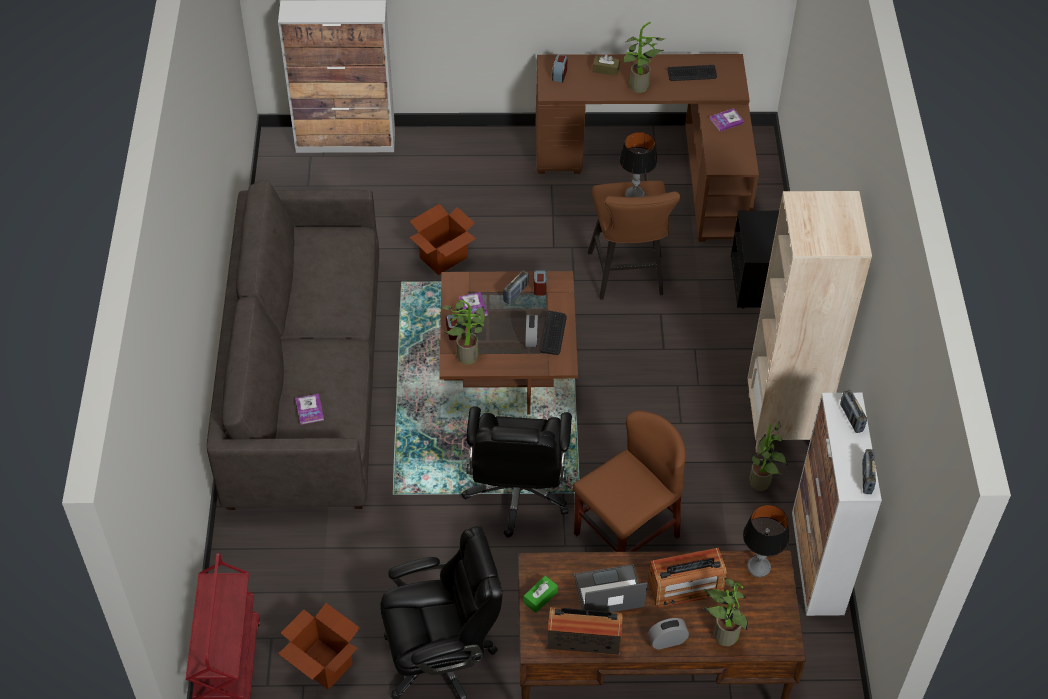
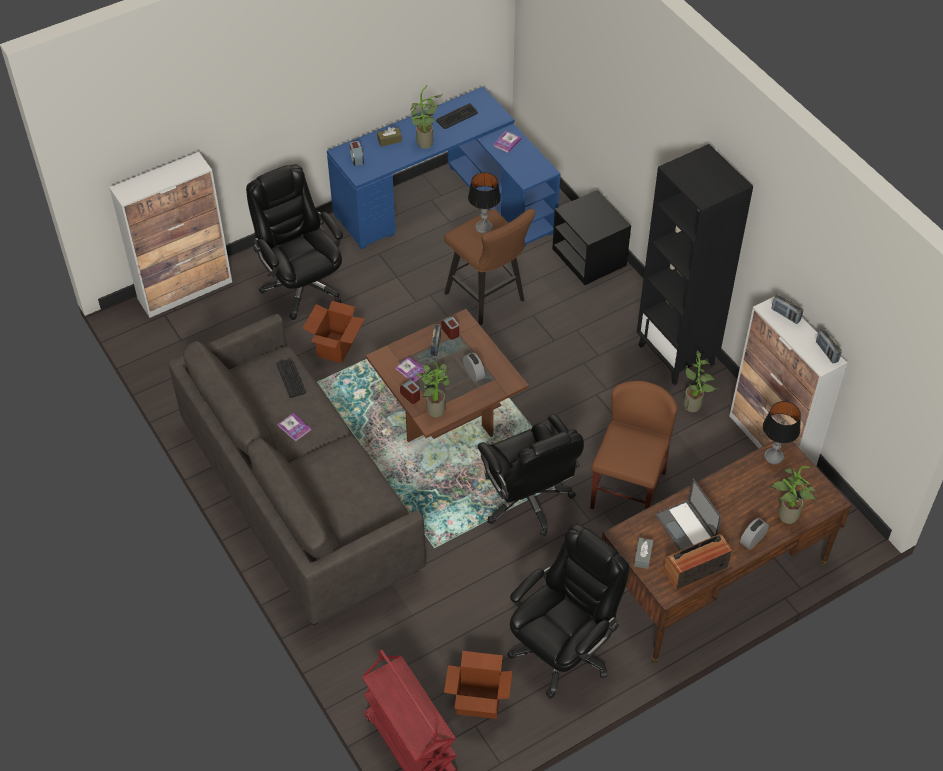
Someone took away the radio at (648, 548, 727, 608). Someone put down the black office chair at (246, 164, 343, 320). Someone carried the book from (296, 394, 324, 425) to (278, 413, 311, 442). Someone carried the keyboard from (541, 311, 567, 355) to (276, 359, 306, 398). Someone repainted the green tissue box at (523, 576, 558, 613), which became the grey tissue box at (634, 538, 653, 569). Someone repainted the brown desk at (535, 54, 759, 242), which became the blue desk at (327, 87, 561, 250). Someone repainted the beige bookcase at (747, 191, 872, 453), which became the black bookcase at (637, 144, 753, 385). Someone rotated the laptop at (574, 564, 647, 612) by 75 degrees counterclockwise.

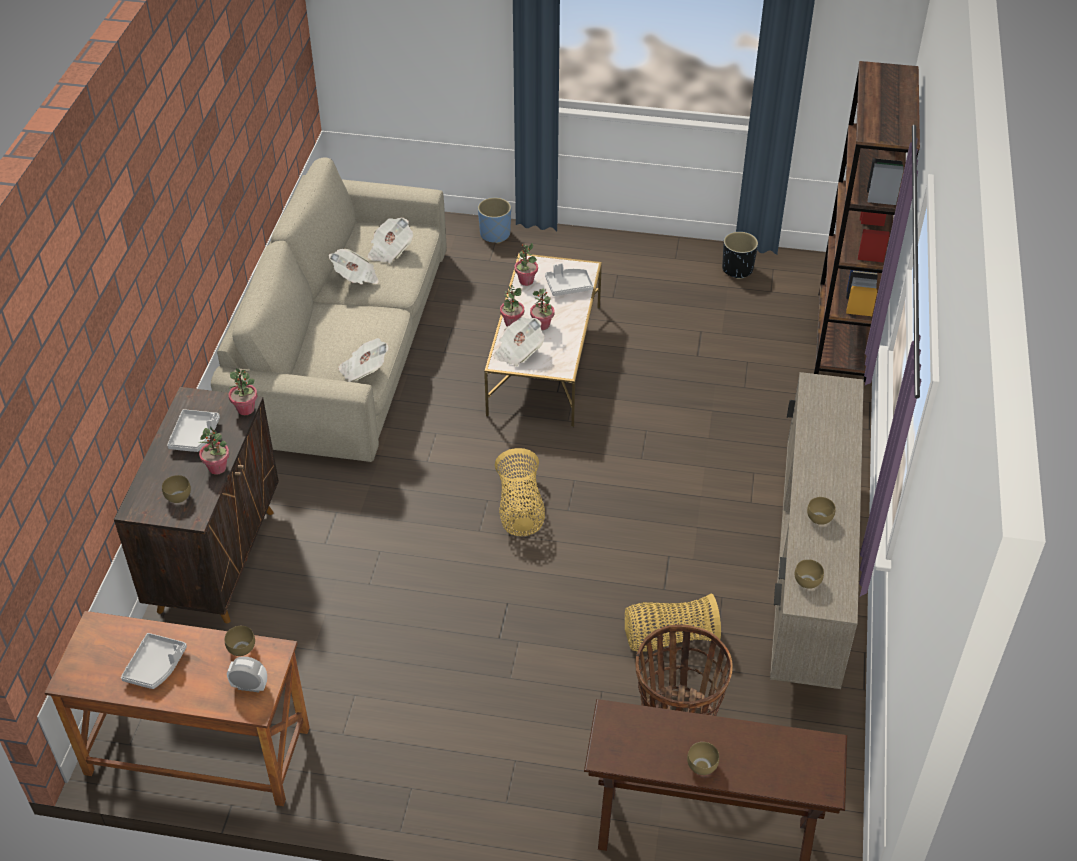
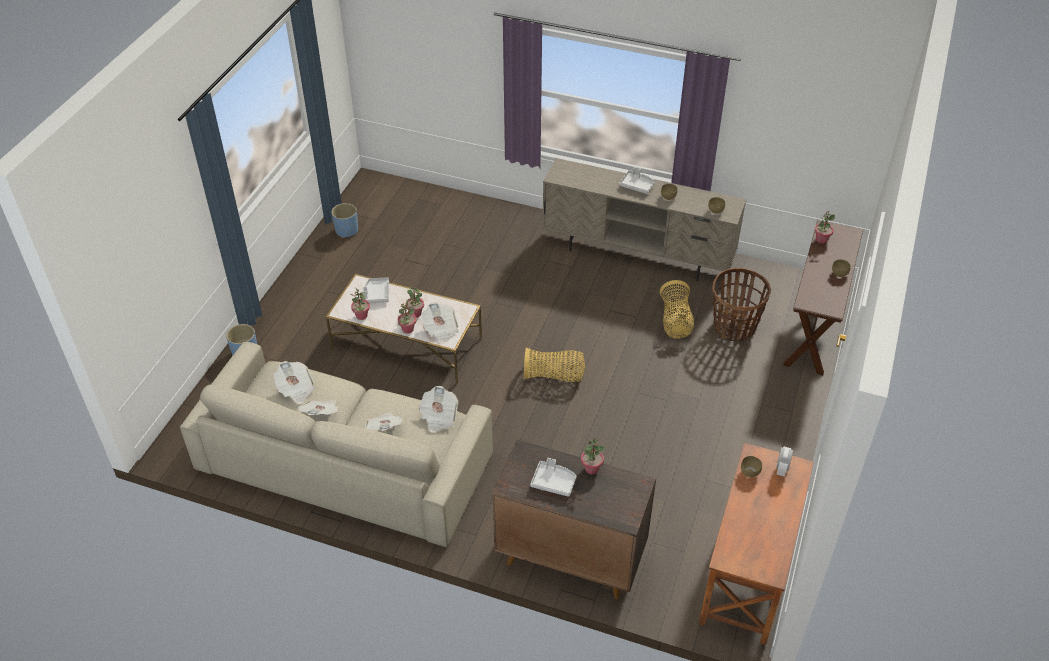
Someone took away the brown bowl at (162, 475, 191, 503). Someone took away the brown bookcase at (814, 61, 920, 382). Someone put down the newspaper at (364, 412, 404, 431). Someone carried the grey tray from (121, 633, 187, 689) to (619, 167, 655, 194). Someone carried the potted plant from (229, 368, 257, 415) to (815, 211, 835, 244). Someone repainted the black planter at (722, 232, 758, 279), which became the blue planter at (331, 203, 358, 238).

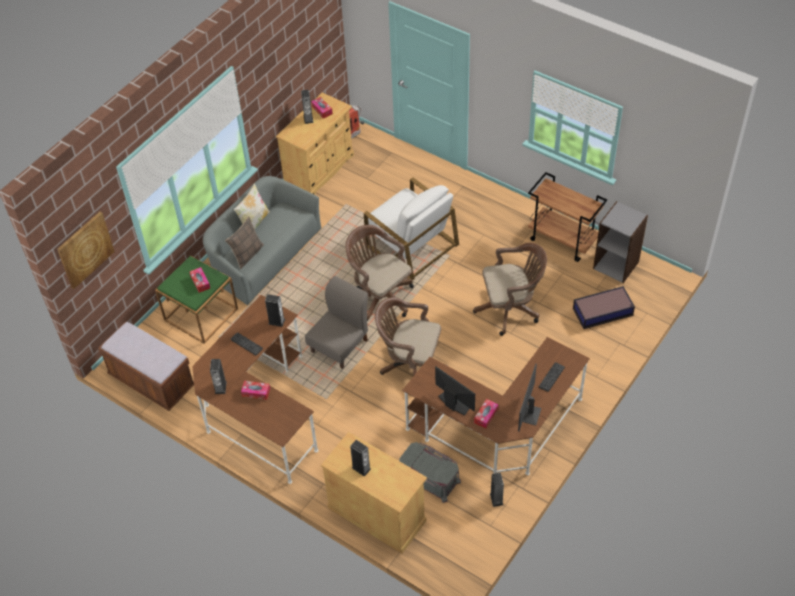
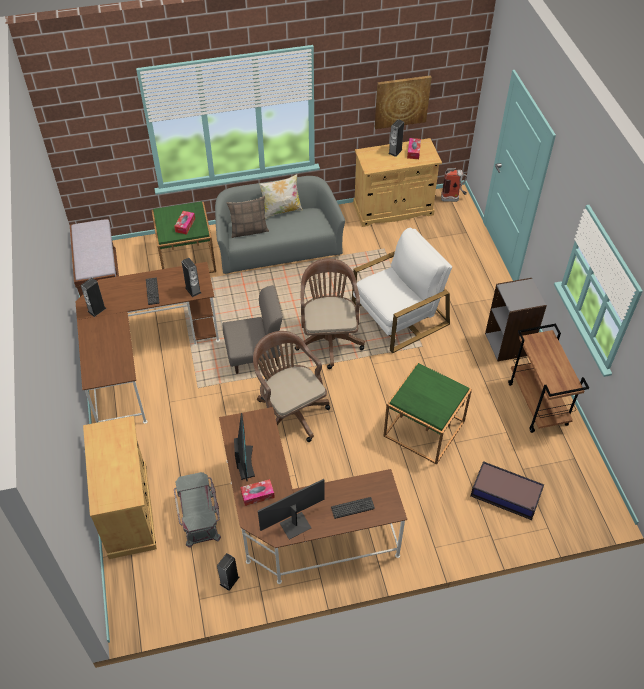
Someone took away the tissue box at (241, 381, 270, 400). Someone took away the speaker at (350, 440, 371, 477). Someone carried the picture from (57, 212, 115, 289) to (375, 75, 432, 129). Someone carried the grey bookcase from (593, 201, 648, 283) to (485, 278, 547, 361). Someone swapped the brown office chair at (473, 243, 547, 336) for the green side table at (384, 363, 472, 464). Someone rotated the white armchair at (364, 177, 459, 281) by 120 degrees counterclockwise.

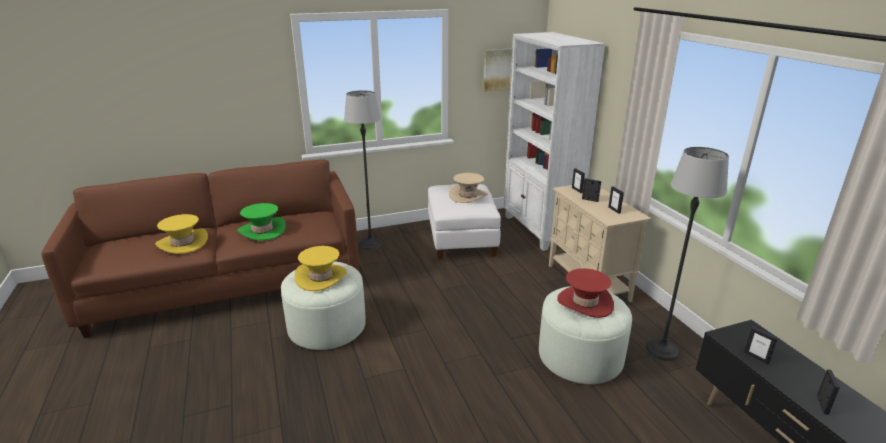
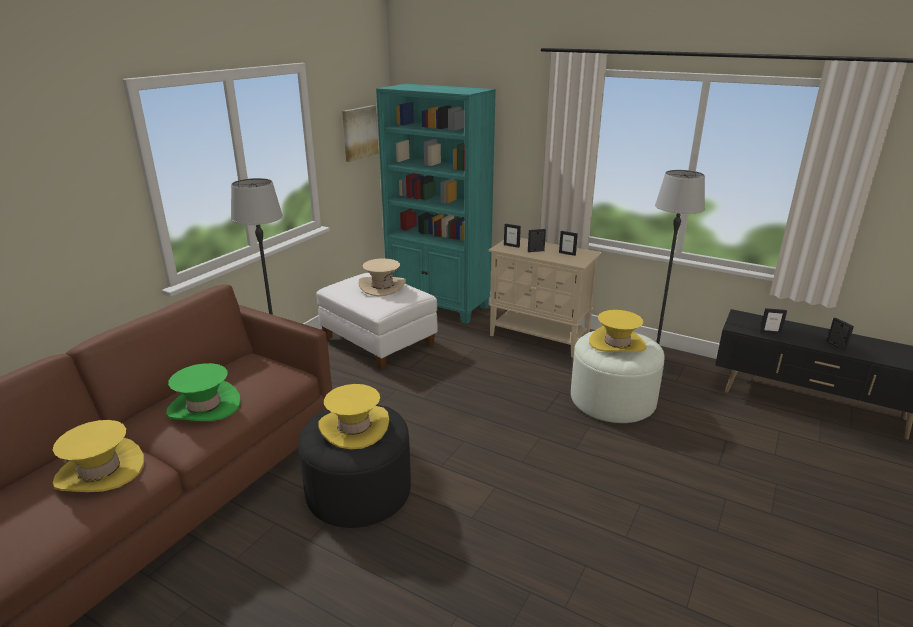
Someone repainted the white ottoman at (281, 261, 366, 350), which became the black ottoman at (298, 404, 411, 528). Someone repainted the white bookcase at (504, 32, 605, 251), which became the turquoise bookcase at (376, 84, 496, 324). Someone repainted the red hat at (557, 268, 614, 318), which became the yellow hat at (589, 310, 646, 352).

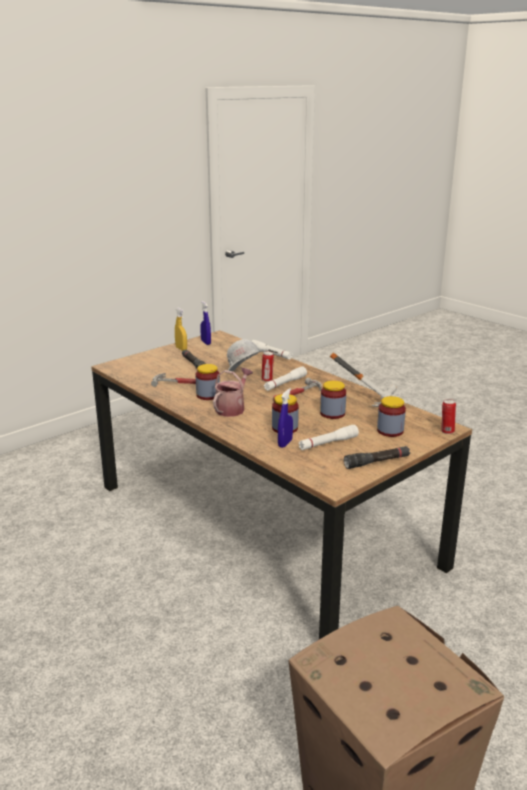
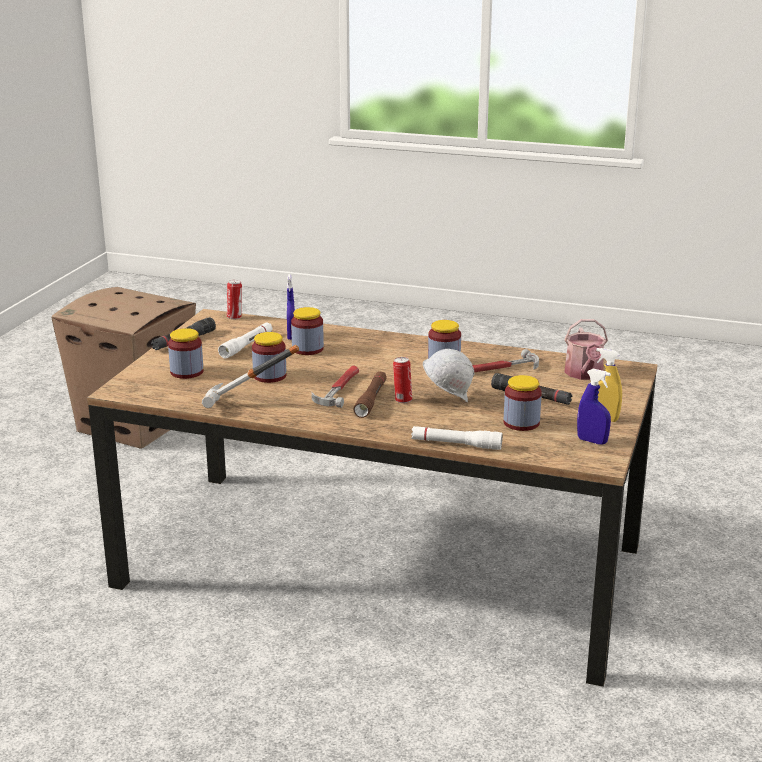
Someone put down the jar at (504, 375, 542, 431). Someone carried the watering can from (213, 368, 253, 417) to (564, 319, 608, 380). Someone carried the can from (441, 399, 456, 434) to (227, 280, 242, 319). Someone repainted the white flashlight at (264, 366, 307, 391), which became the brown flashlight at (354, 371, 387, 418).

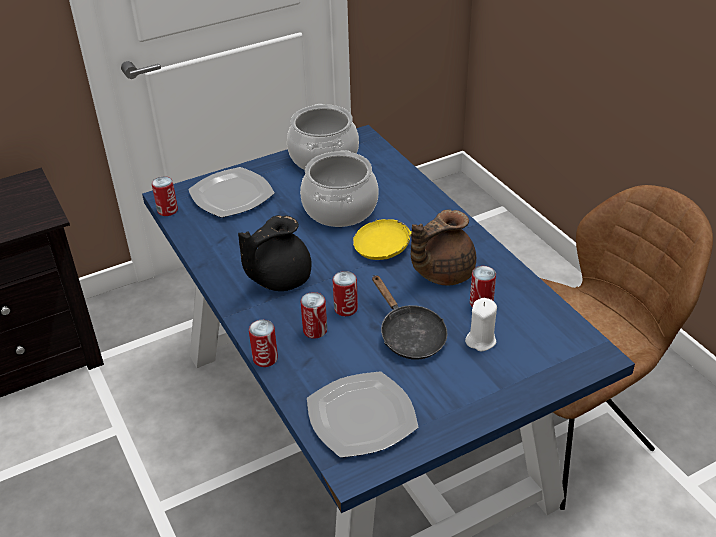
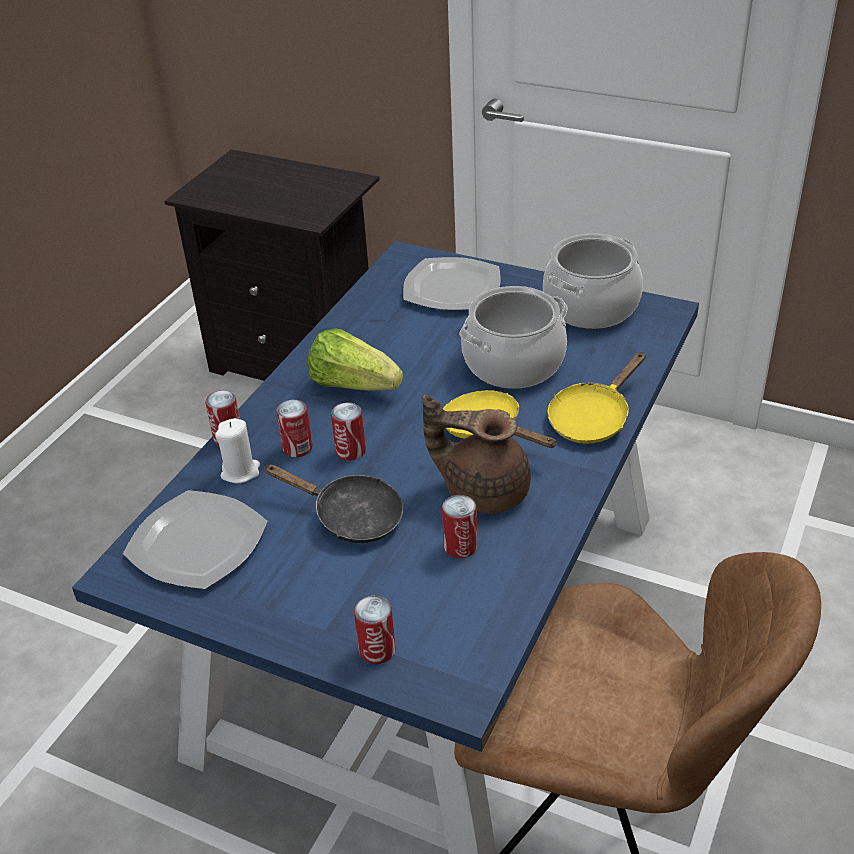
Someone put down the yellow frying pan at (547, 352, 646, 444). Someone carried the can from (152, 176, 178, 216) to (354, 596, 396, 664). Someone carried the white candle from (465, 298, 497, 352) to (215, 418, 260, 484). Someone swapped the black teapot at (238, 215, 312, 291) for the lettuce at (308, 328, 403, 391). Someone rotated the black frying pan at (372, 275, 448, 360) by 90 degrees counterclockwise.

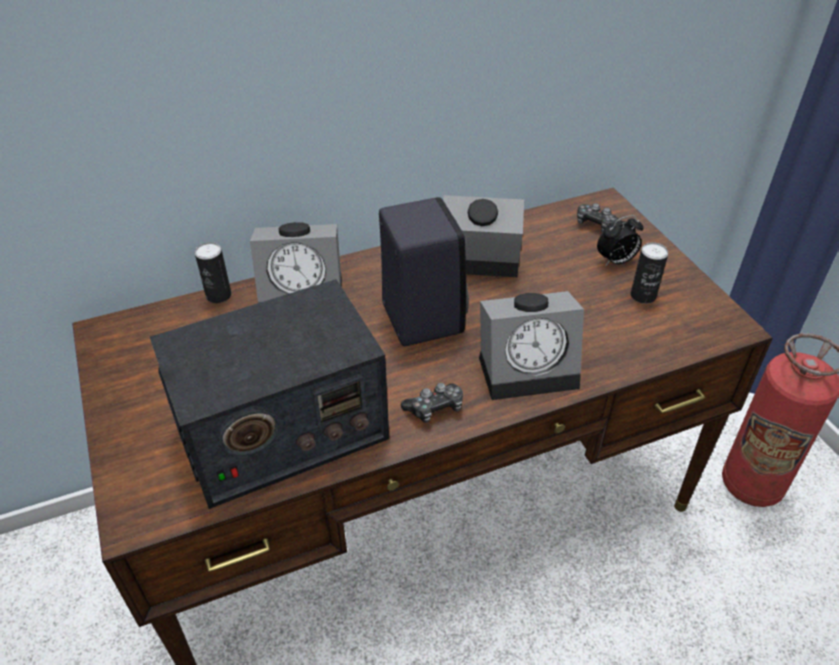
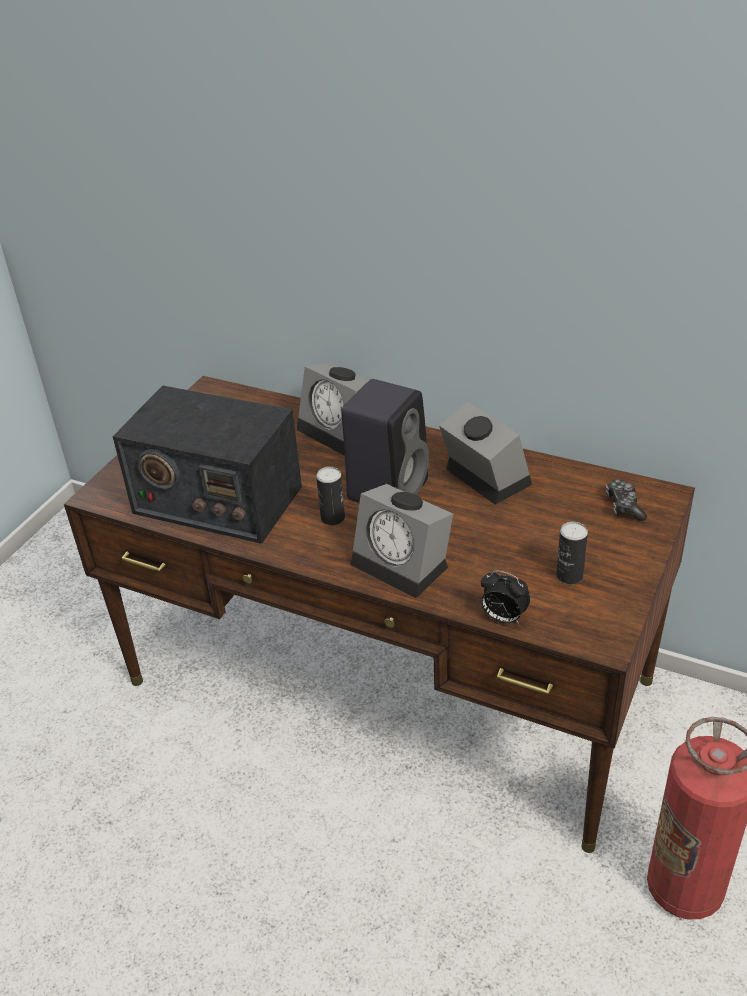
Someone took away the game controller at (401, 383, 463, 423). Someone carried the can from (195, 242, 231, 303) to (316, 467, 345, 525). Someone carried the alarm clock from (597, 215, 644, 266) to (481, 570, 531, 624).

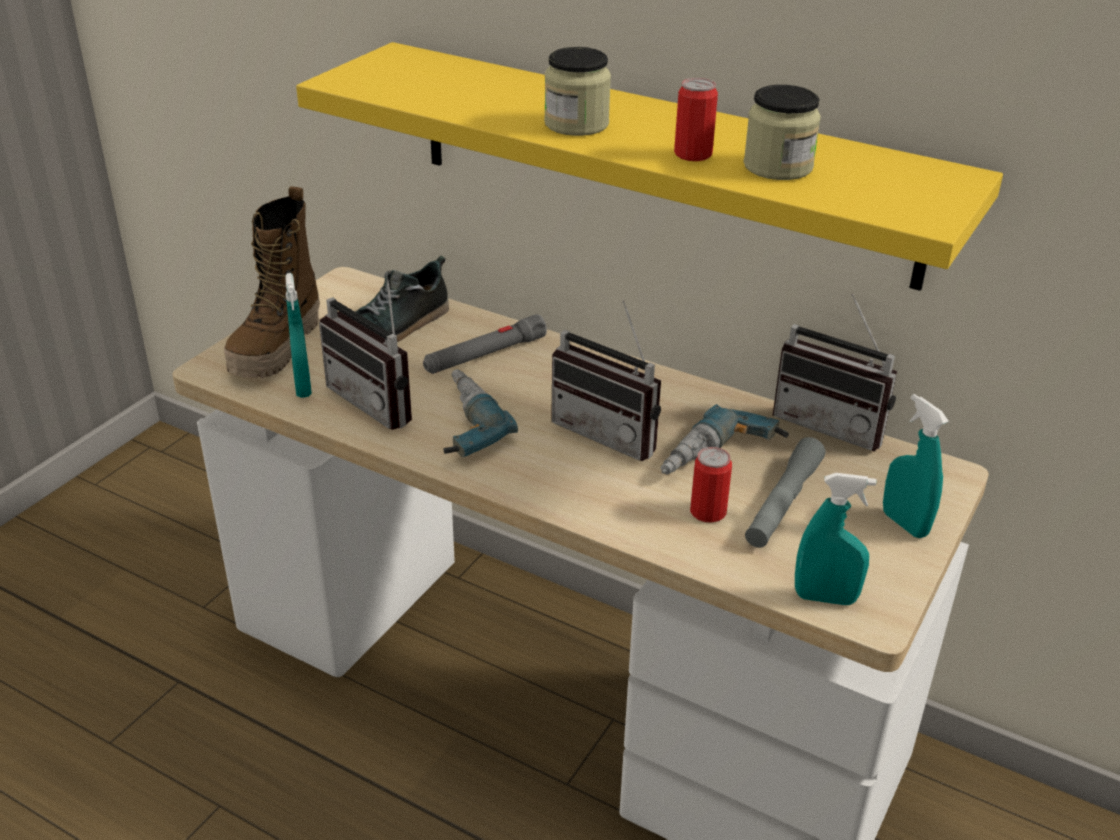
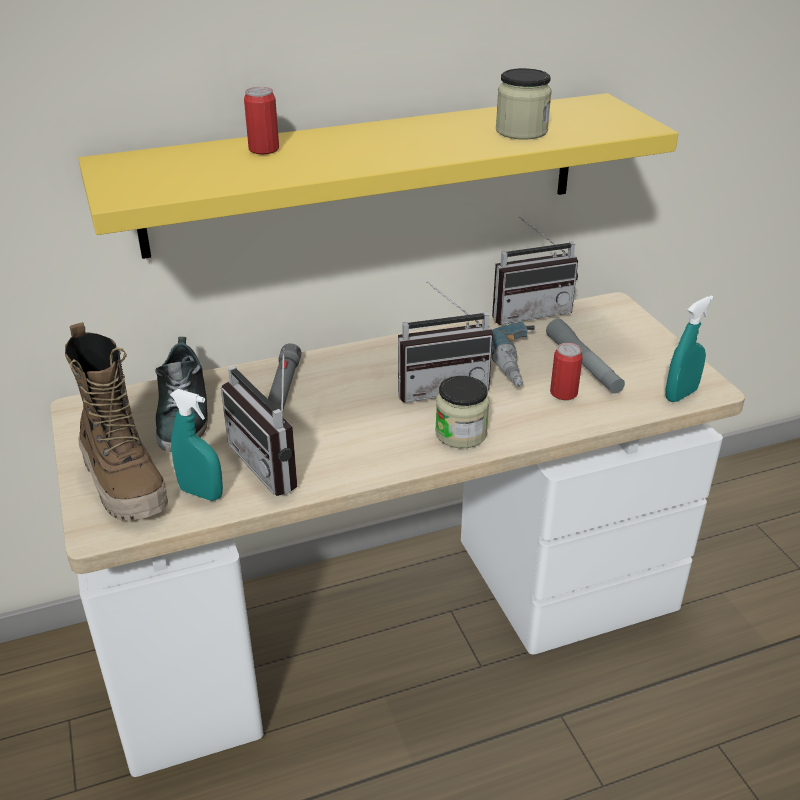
Someone took away the power drill at (443, 369, 518, 457). Someone took away the turquoise spray bottle at (883, 394, 949, 538). Someone carried the jar from (544, 47, 611, 136) to (435, 376, 489, 448). Someone carried the can from (674, 78, 718, 161) to (244, 87, 279, 154). Someone rotated the radio at (319, 273, 412, 430) by 60 degrees clockwise.

